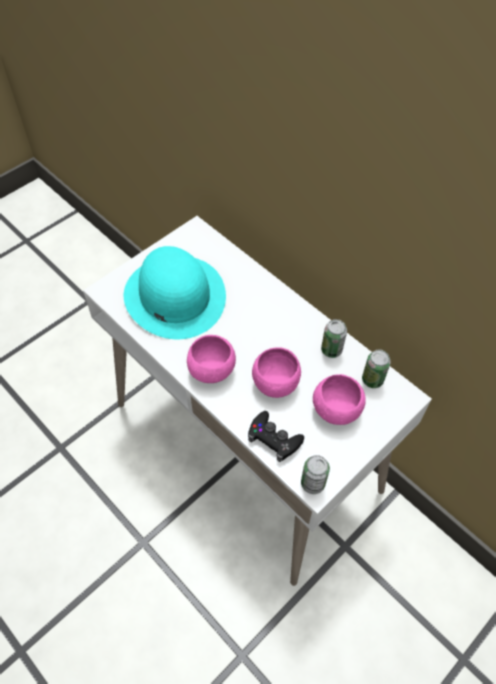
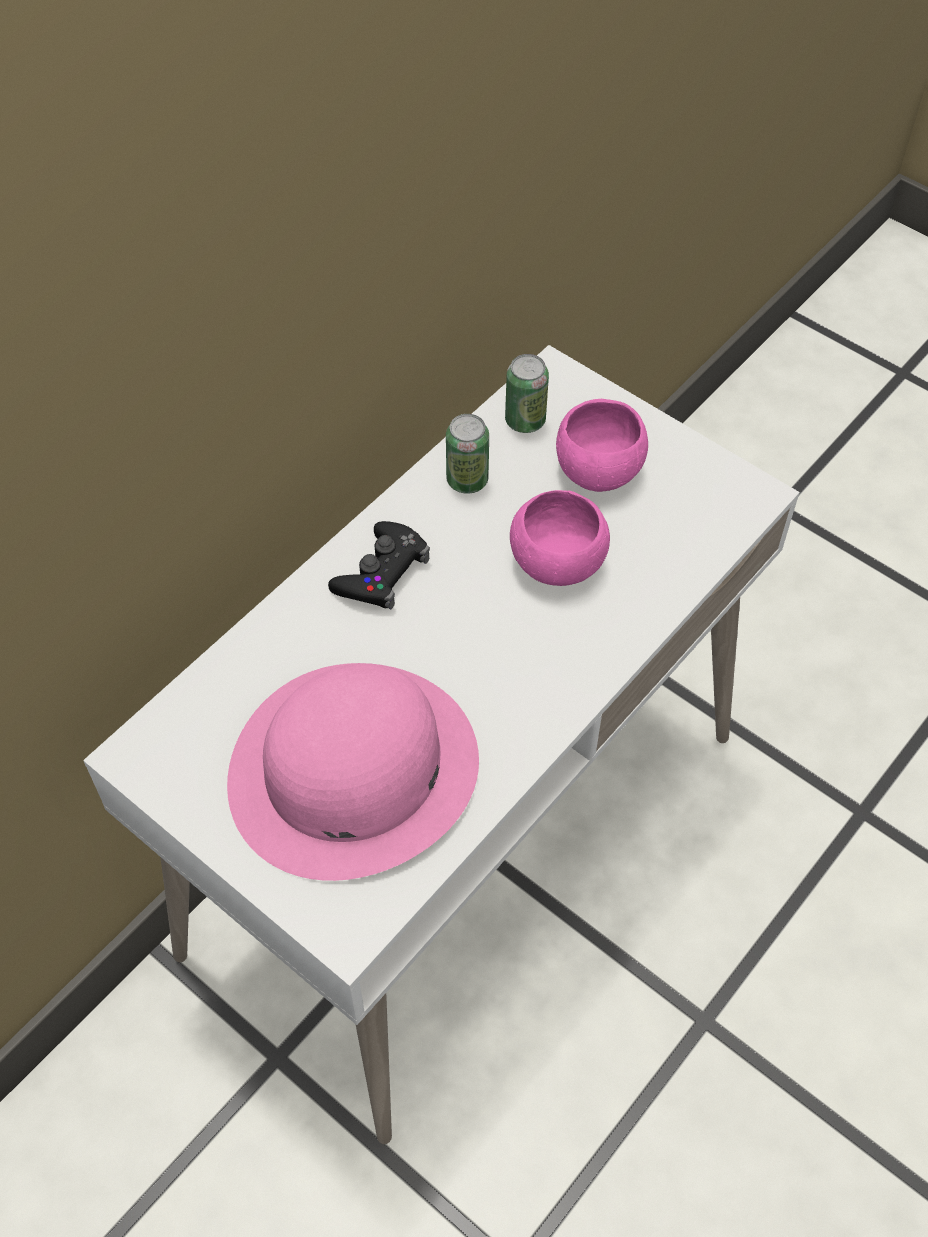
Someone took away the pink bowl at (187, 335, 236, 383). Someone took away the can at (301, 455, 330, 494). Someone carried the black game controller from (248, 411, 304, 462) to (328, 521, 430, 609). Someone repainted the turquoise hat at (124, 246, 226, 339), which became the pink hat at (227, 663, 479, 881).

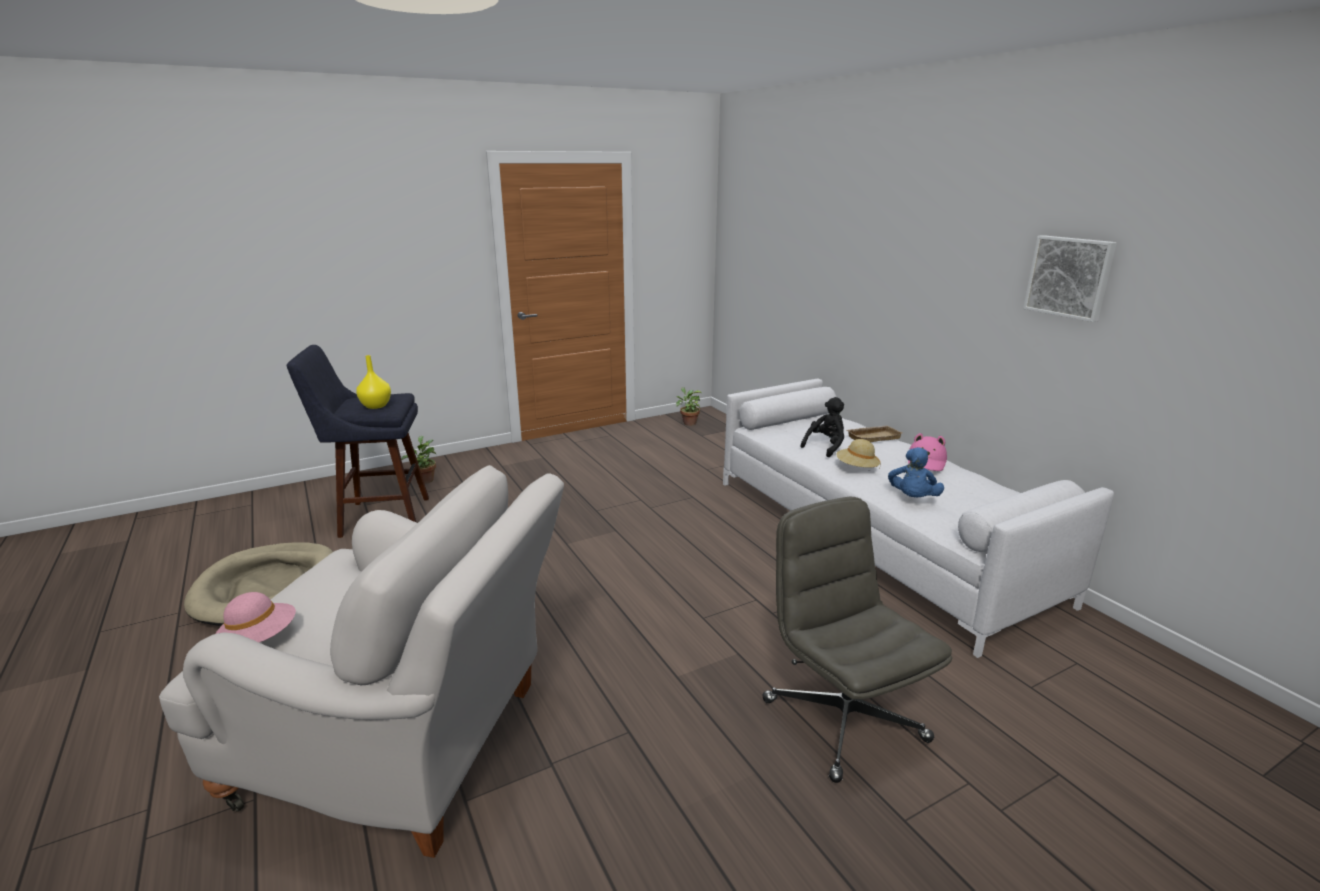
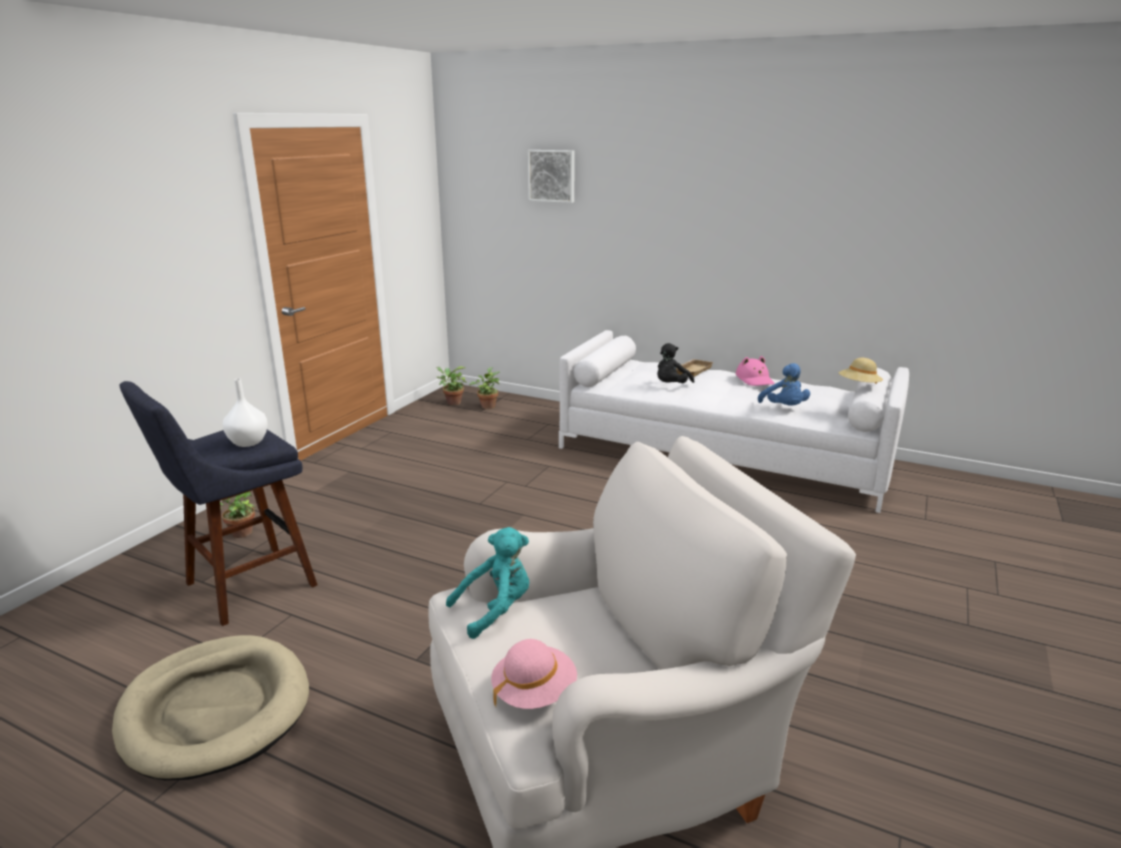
Someone took away the grey office chair at (762, 497, 952, 783). Someone put down the turquoise plush toy at (446, 527, 529, 639). Someone put down the potted plant at (469, 367, 500, 409). Someone carried the beige hat from (836, 439, 881, 468) to (839, 358, 883, 384). Someone carried the picture from (1023, 235, 1117, 322) to (528, 150, 575, 203). Someone repainted the yellow vase at (356, 355, 391, 409), which became the white vase at (223, 378, 268, 447). Someone rotated the black plush toy at (800, 397, 844, 457) by 150 degrees counterclockwise.

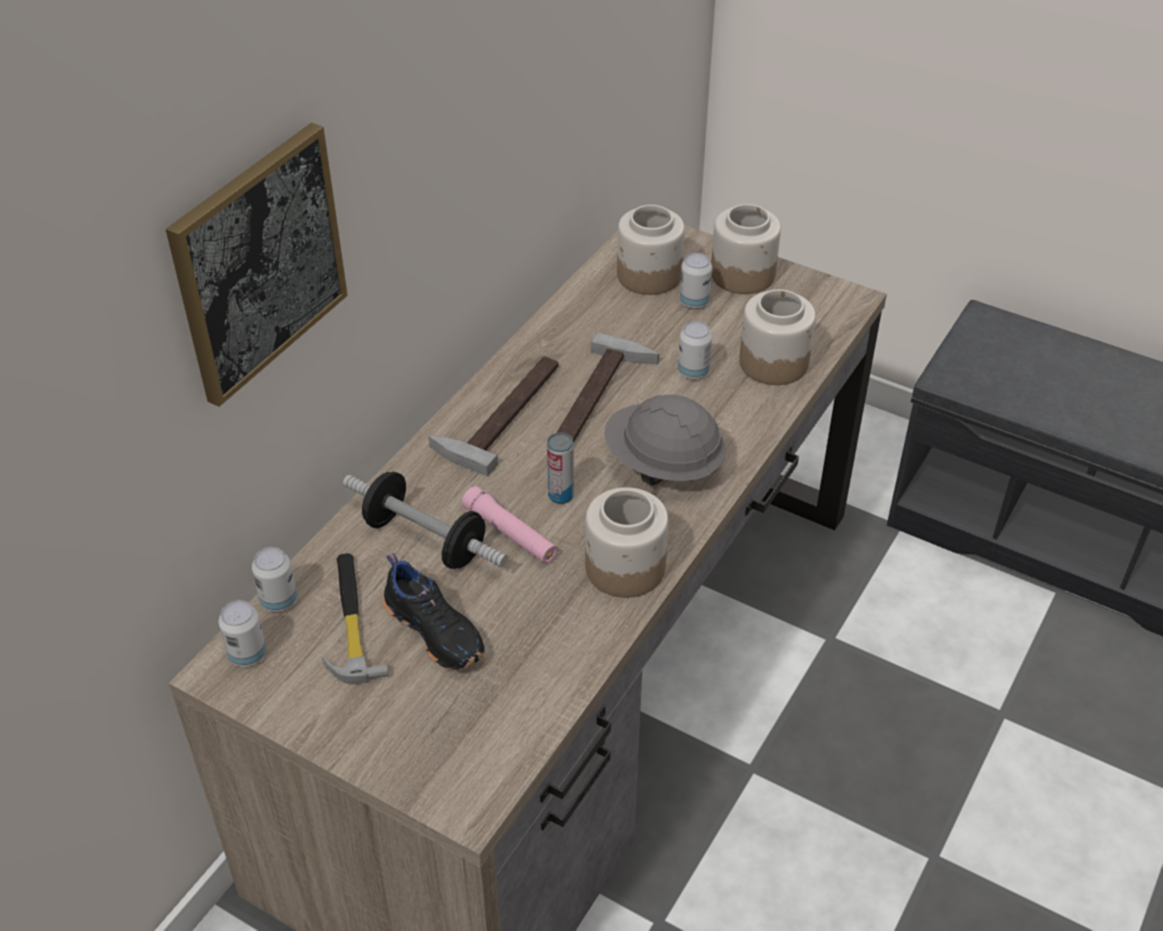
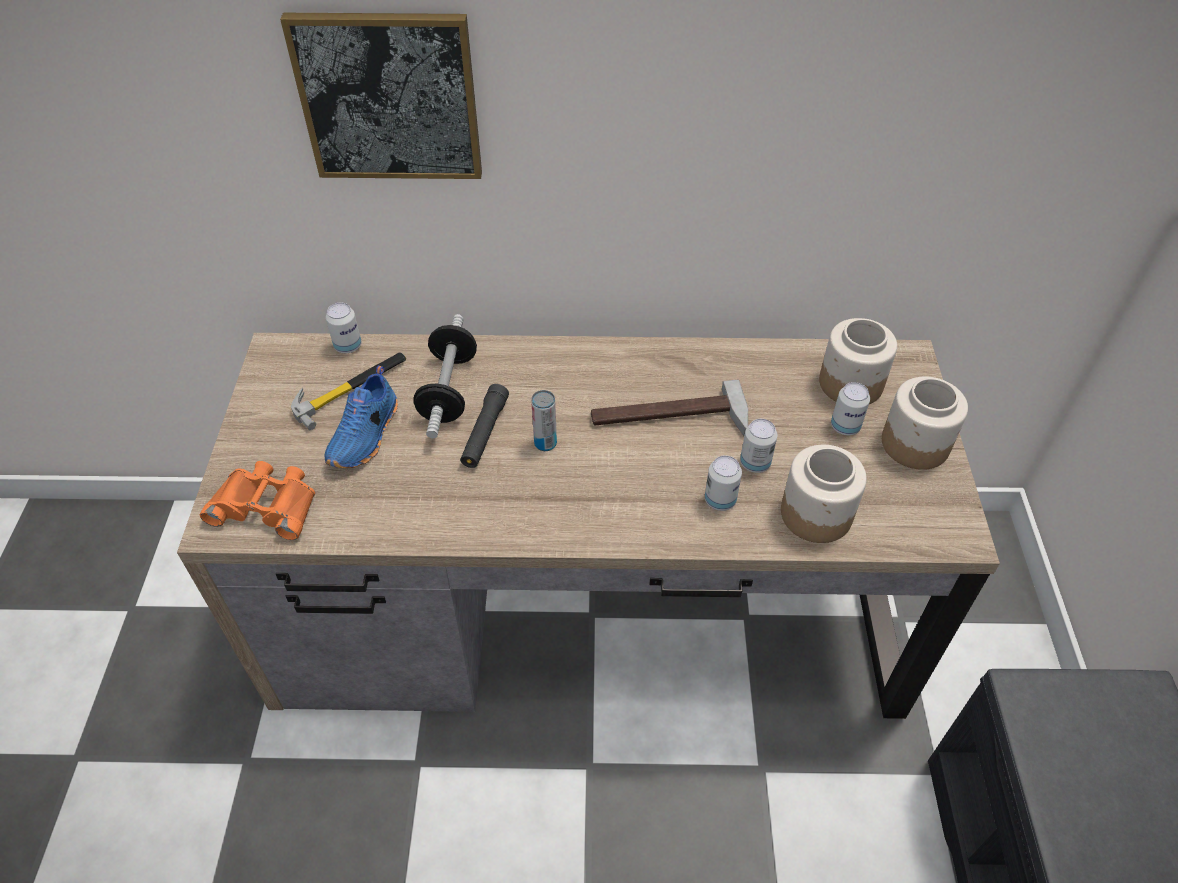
Someone took away the hammer at (428, 357, 558, 476). Someone took away the jar at (585, 487, 668, 598). Someone took away the grey hard hat at (604, 395, 726, 486). Someone put down the orange binoculars at (200, 461, 315, 540). Someone carried the can from (219, 600, 266, 667) to (705, 456, 742, 511). Someone repainted the black shoe at (383, 553, 485, 671), which became the blue shoe at (324, 365, 398, 468). Someone repainted the pink flashlight at (462, 486, 558, 564), which became the black flashlight at (460, 384, 509, 468).

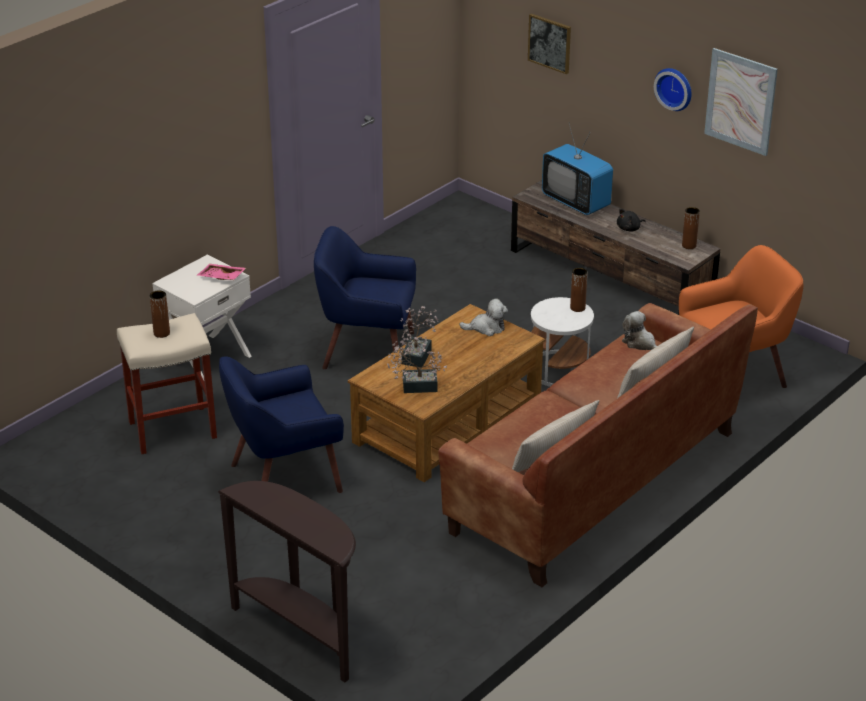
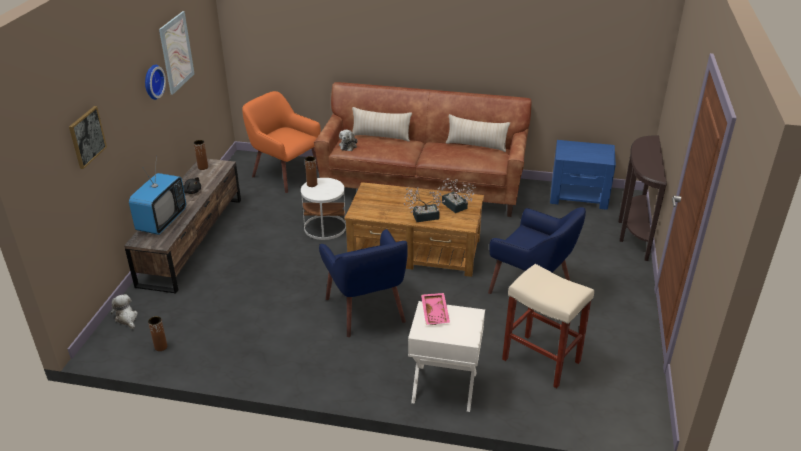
Someone put down the blue nightstand at (550, 140, 616, 210). Someone carried the brown vase from (150, 290, 170, 338) to (148, 316, 167, 351). Someone carried the plush toy from (459, 299, 508, 336) to (111, 294, 138, 329).

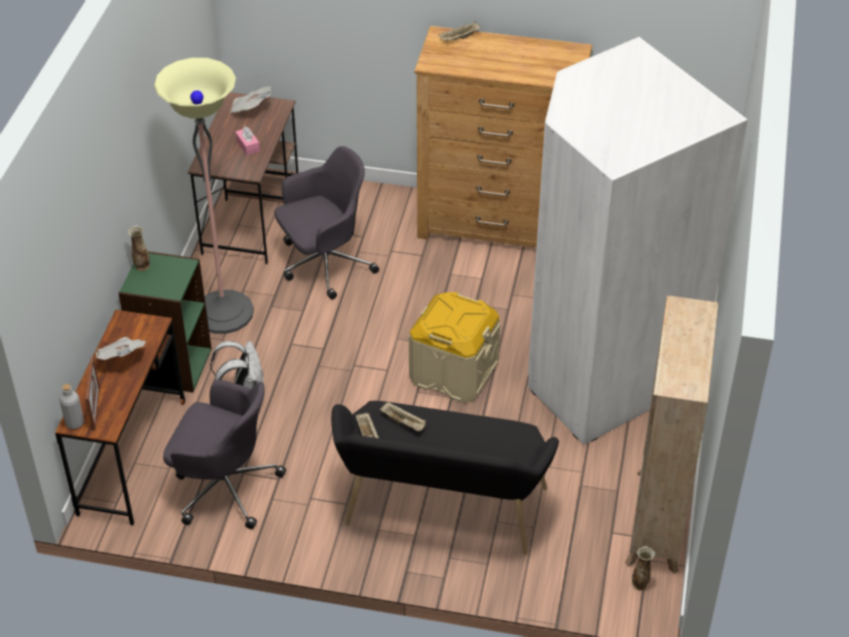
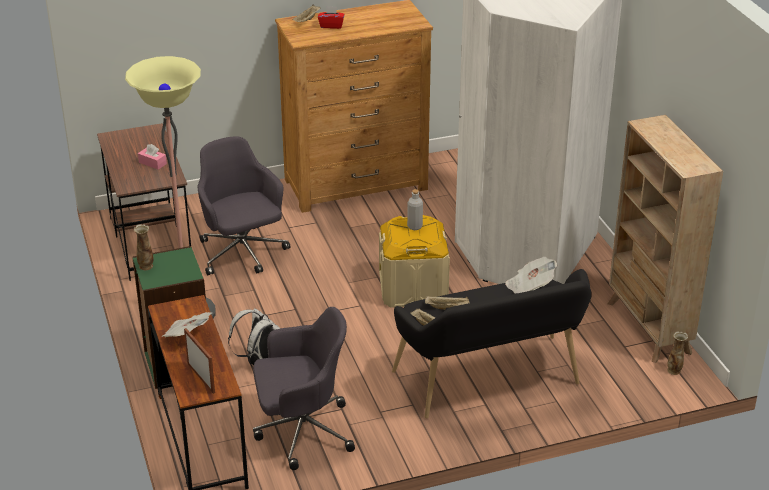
Someone put down the red tissue box at (318, 6, 345, 29). Someone carried the grey bottle from (59, 384, 84, 429) to (407, 189, 423, 230). Someone carried the newspaper from (229, 86, 271, 113) to (505, 257, 558, 293). Someone rotated the grey office chair at (274, 146, 379, 299) by 60 degrees counterclockwise.

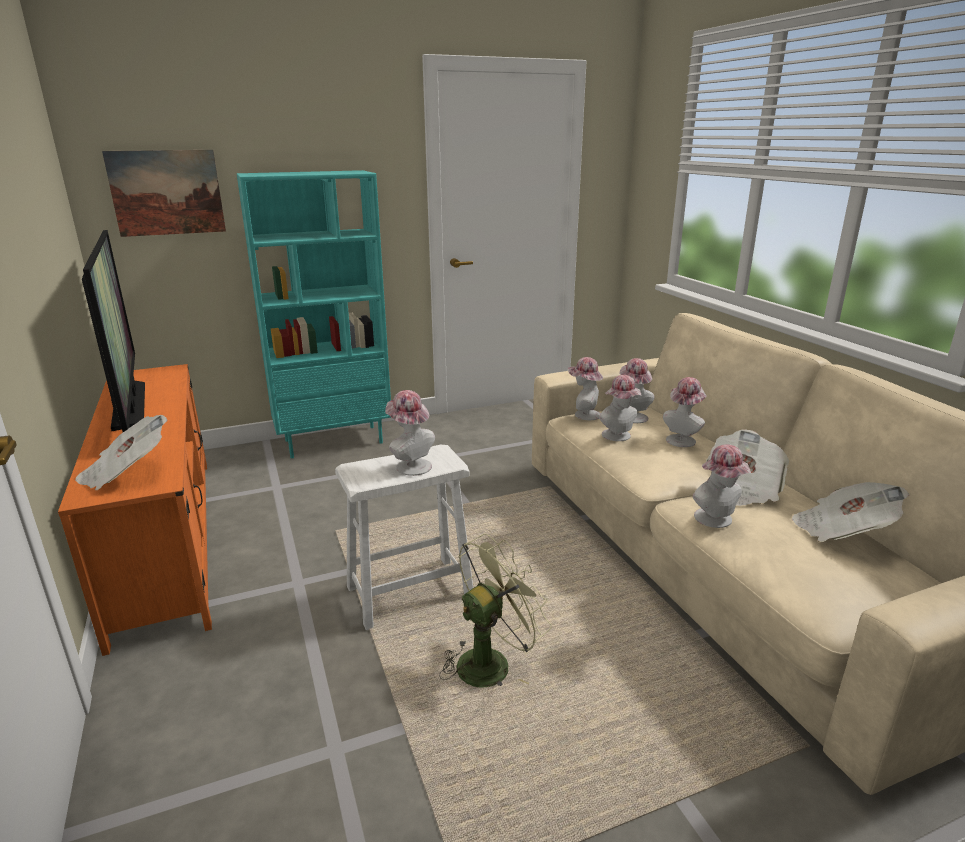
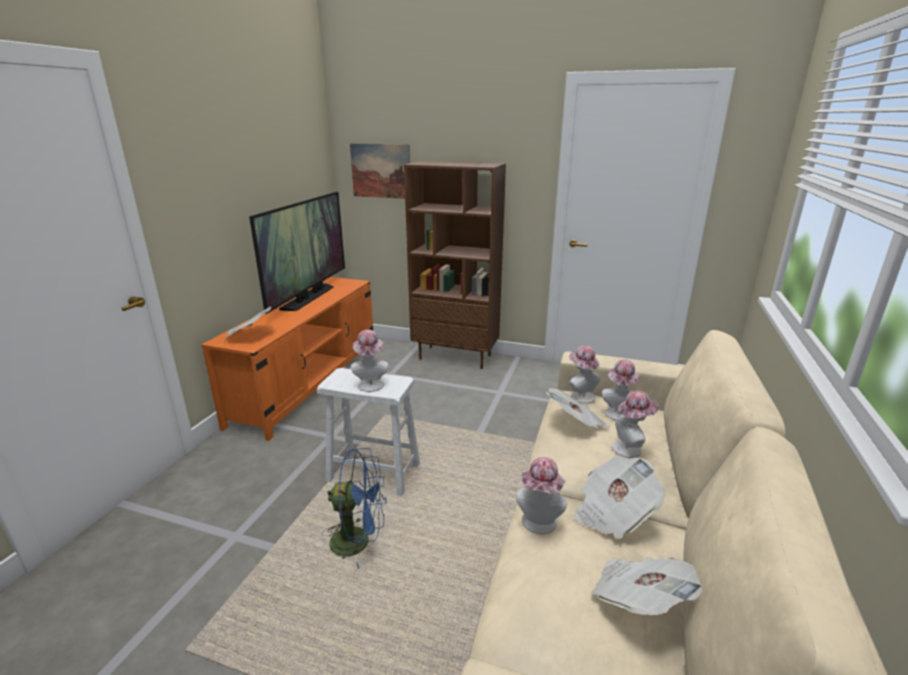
Someone swapped the hat at (599, 375, 641, 441) for the newspaper at (546, 388, 610, 428). Someone repainted the turquoise bookcase at (236, 170, 391, 458), which became the brown bookcase at (404, 161, 506, 369). Someone repainted the green fan at (439, 534, 552, 687), which became the blue fan at (323, 448, 386, 569).

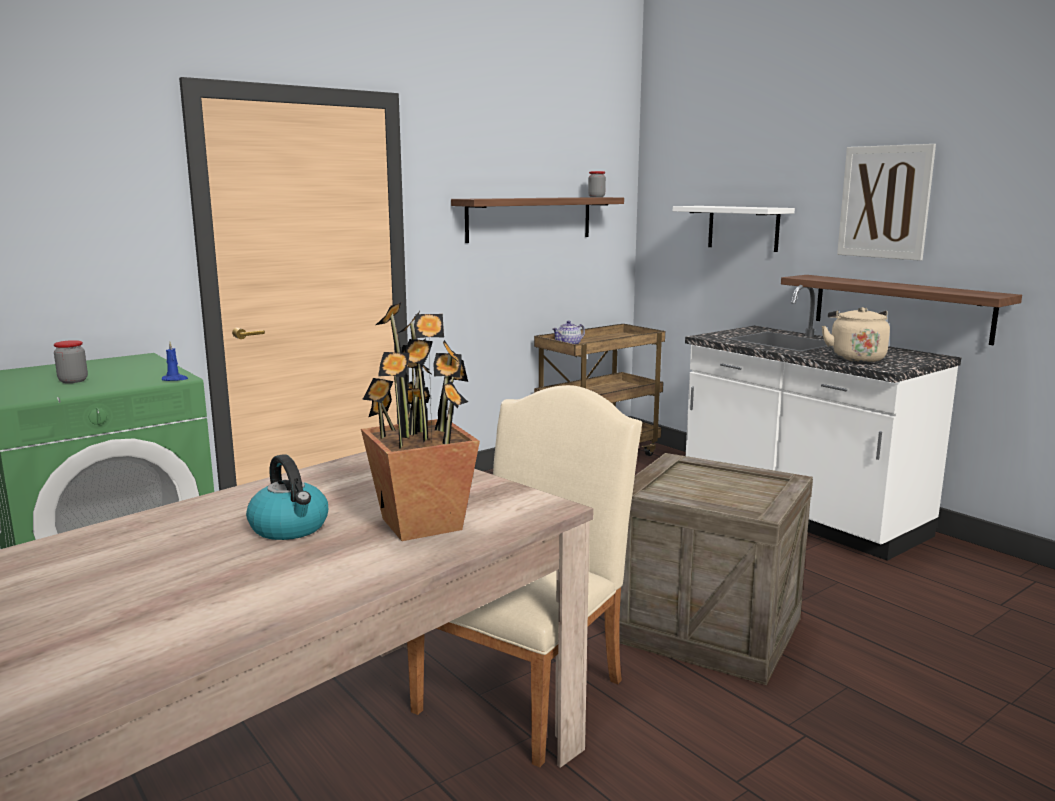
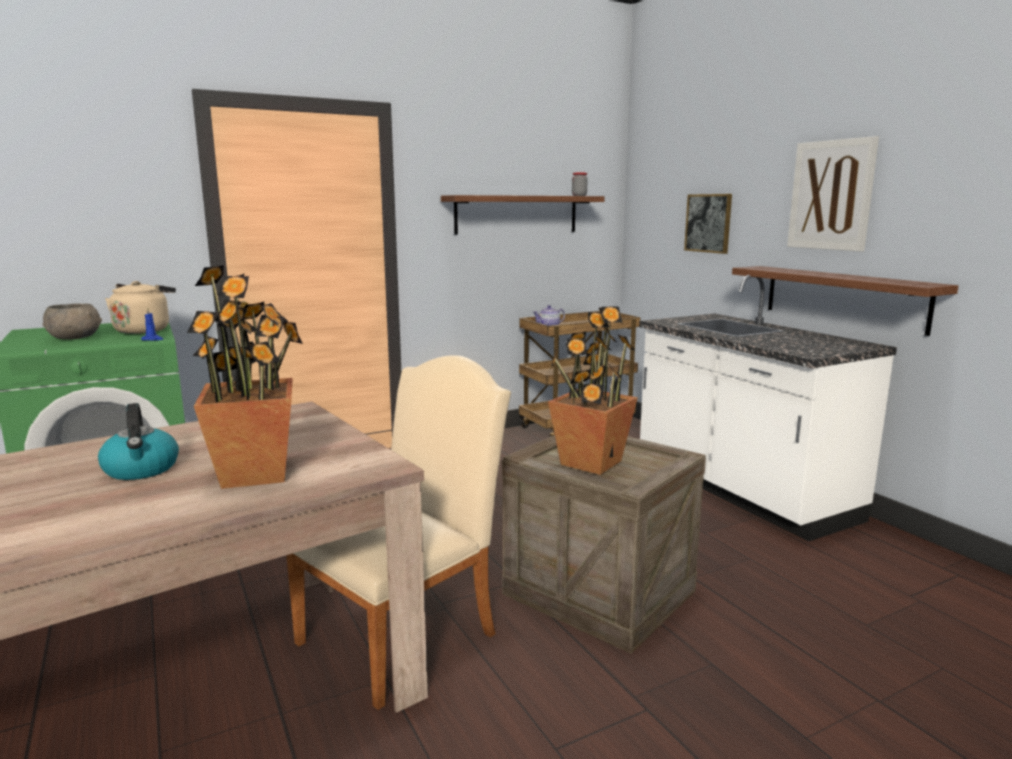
Someone put down the potted plant at (548, 306, 638, 475). Someone carried the beige kettle from (822, 307, 890, 363) to (105, 281, 176, 334). Someone swapped the jar at (54, 340, 88, 383) for the grey bowl at (43, 303, 102, 340). Someone swapped the white shelf at (673, 206, 795, 252) for the picture at (684, 194, 732, 254).

